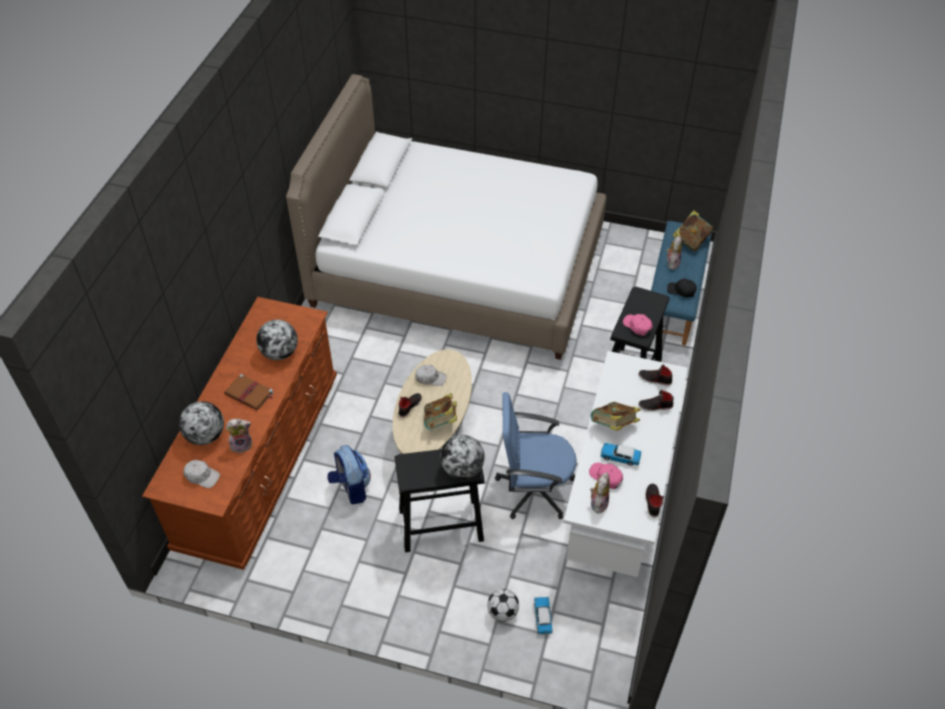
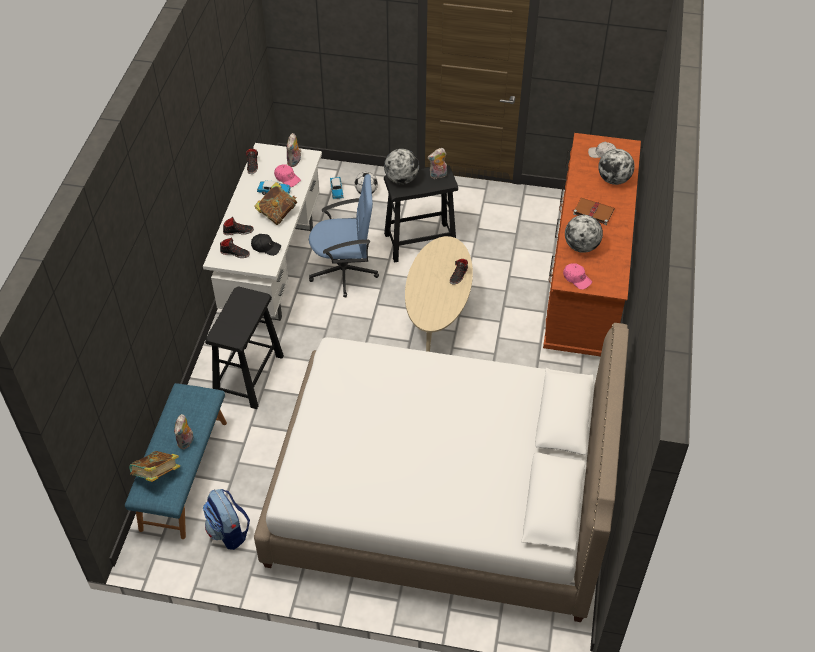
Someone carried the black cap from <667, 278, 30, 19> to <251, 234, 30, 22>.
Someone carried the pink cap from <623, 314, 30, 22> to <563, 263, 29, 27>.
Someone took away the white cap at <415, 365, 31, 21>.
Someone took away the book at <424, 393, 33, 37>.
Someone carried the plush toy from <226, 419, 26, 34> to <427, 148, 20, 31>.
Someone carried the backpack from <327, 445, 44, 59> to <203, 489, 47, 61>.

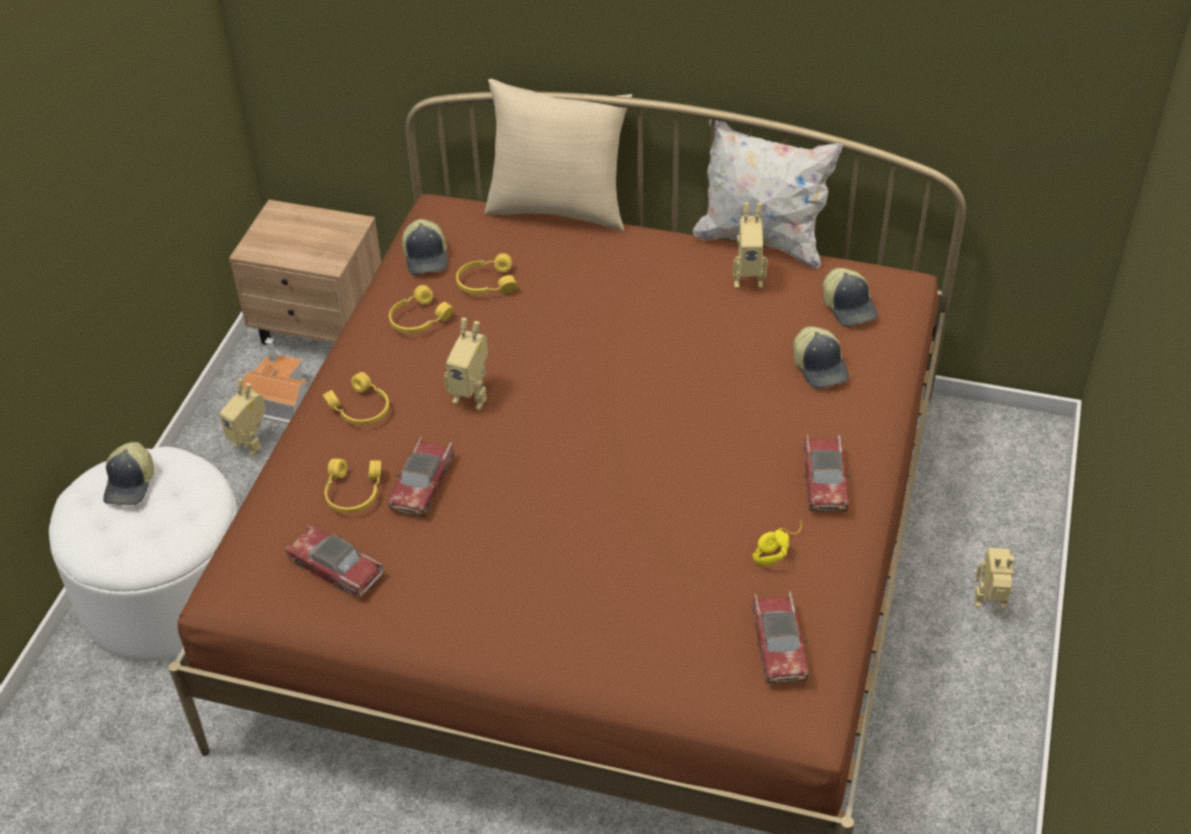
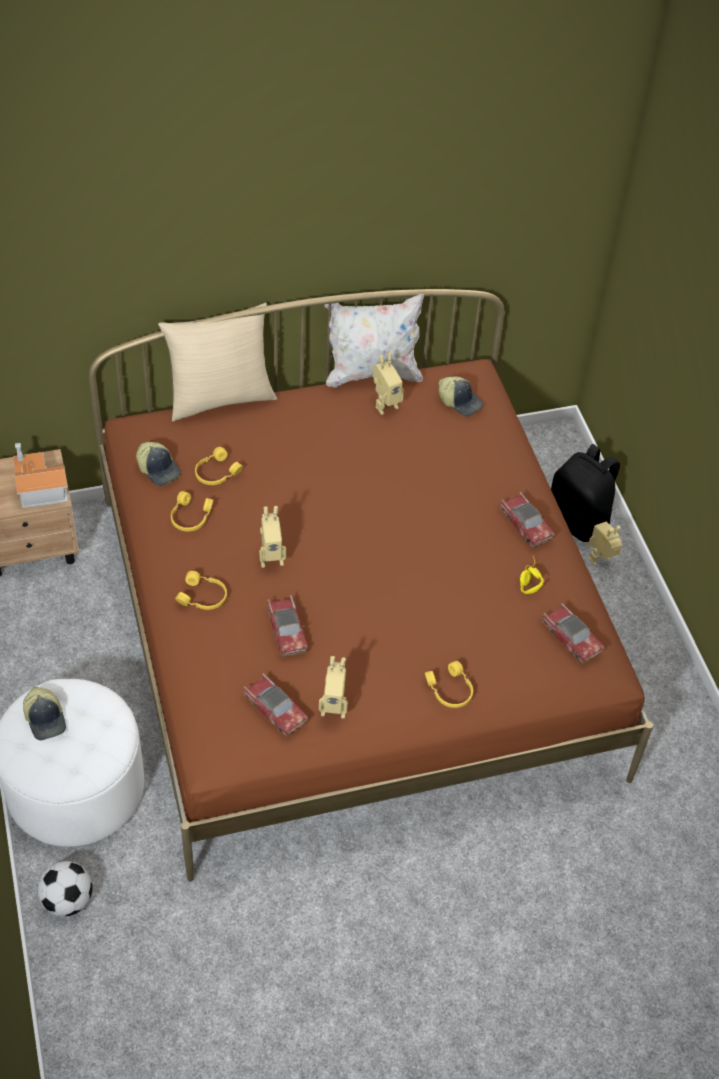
Someone took away the cap at <793, 326, 56, 63>.
Someone carried the toy house from <242, 338, 67, 86> to <13, 443, 55, 65>.
Someone carried the toy robot from <219, 378, 47, 79> to <319, 656, 29, 63>.
Someone carried the yellow headphones from <325, 458, 56, 55> to <425, 661, 48, 47>.
Someone rotated the toy car at <285, 524, 99, 74> by 135 degrees counterclockwise.
Someone put down the black backpack at <551, 444, 69, 98>.
Someone put down the football at <37, 861, 55, 56>.

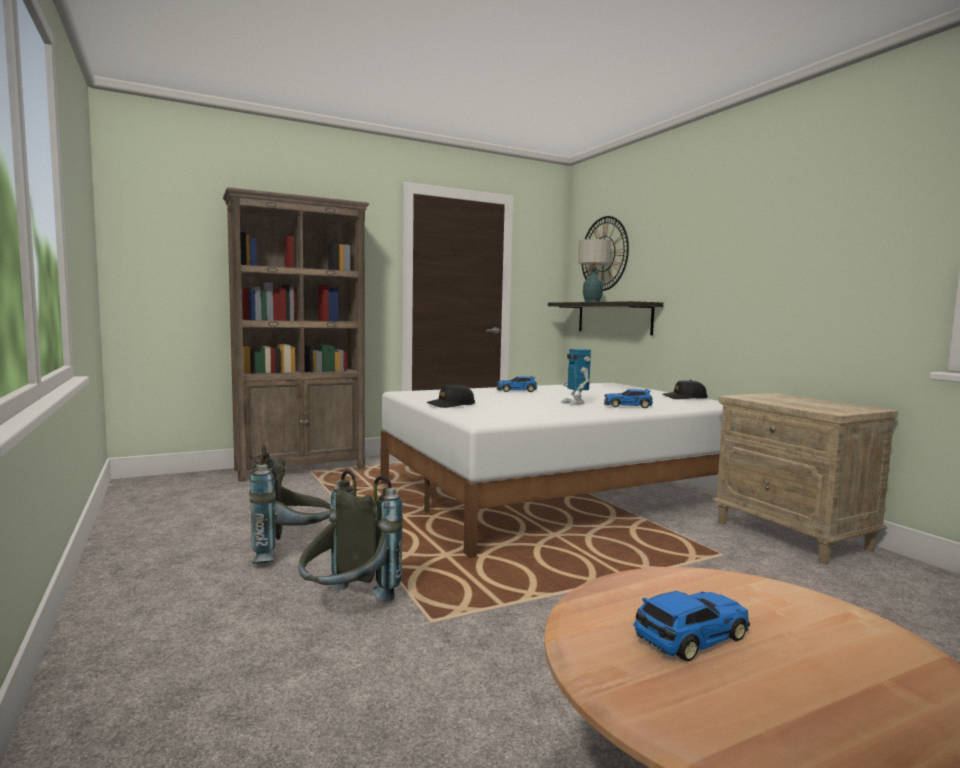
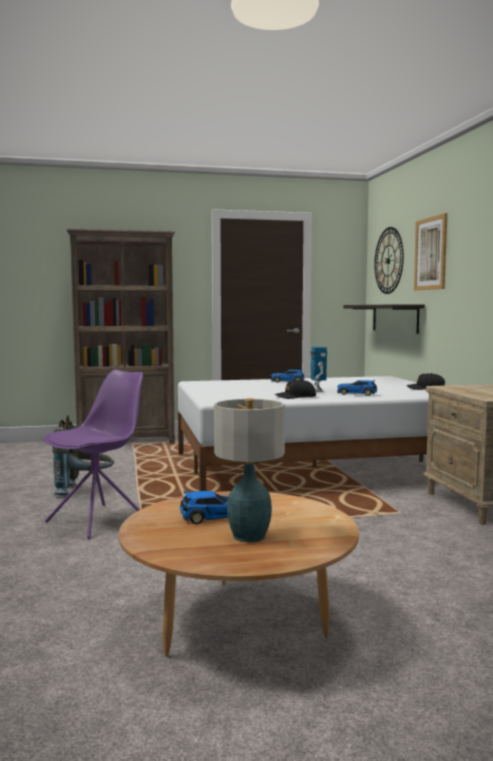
Someone carried the table lamp from <578, 238, 33, 64> to <214, 398, 71, 144>.
Someone carried the black cap from <426, 384, 49, 24> to <275, 379, 41, 20>.
Someone swapped the grey backpack at <298, 470, 105, 132> for the purple chair at <44, 369, 99, 170>.
Someone put up the picture at <414, 213, 33, 77>.

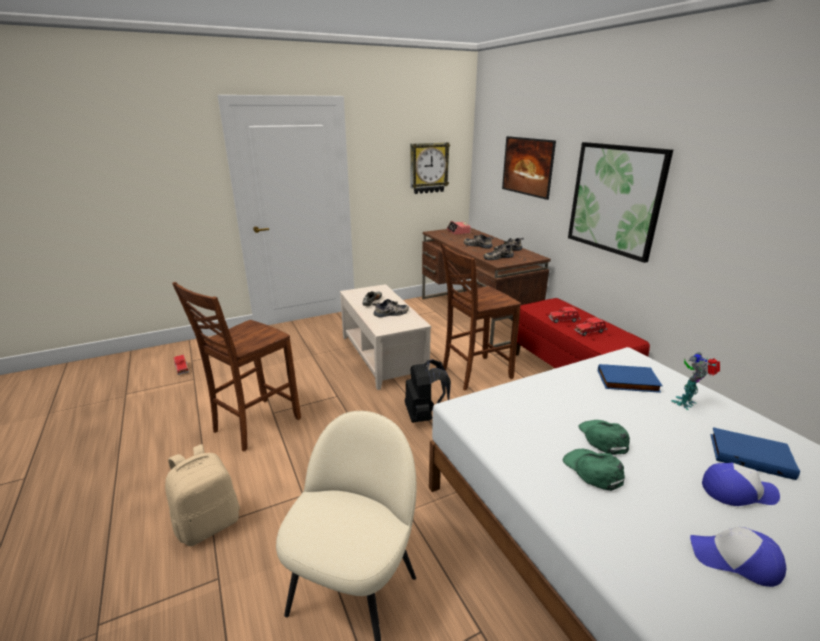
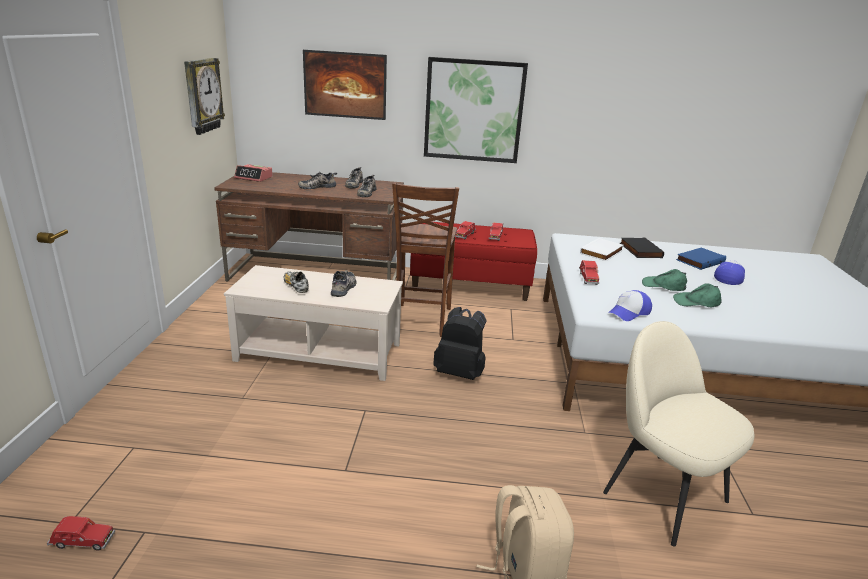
Someone took away the brown chair at <172, 282, 129, 169>.
Someone swapped the toy robot at <671, 352, 49, 58> for the black book at <620, 238, 44, 20>.
Someone repainted the blue book at <598, 364, 65, 29>, which became the white book at <580, 238, 43, 23>.
Someone carried the cap from <690, 527, 96, 60> to <608, 290, 44, 31>.
Someone put down the red toy car at <579, 260, 20, 25>.

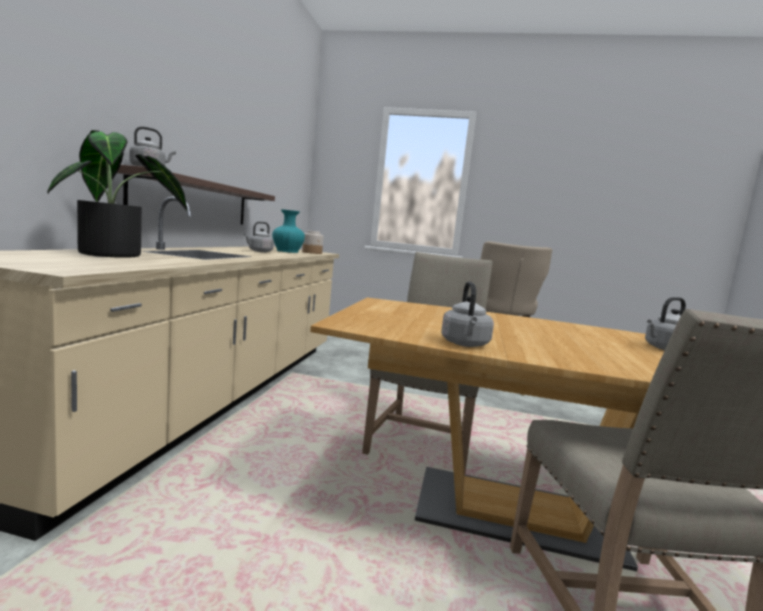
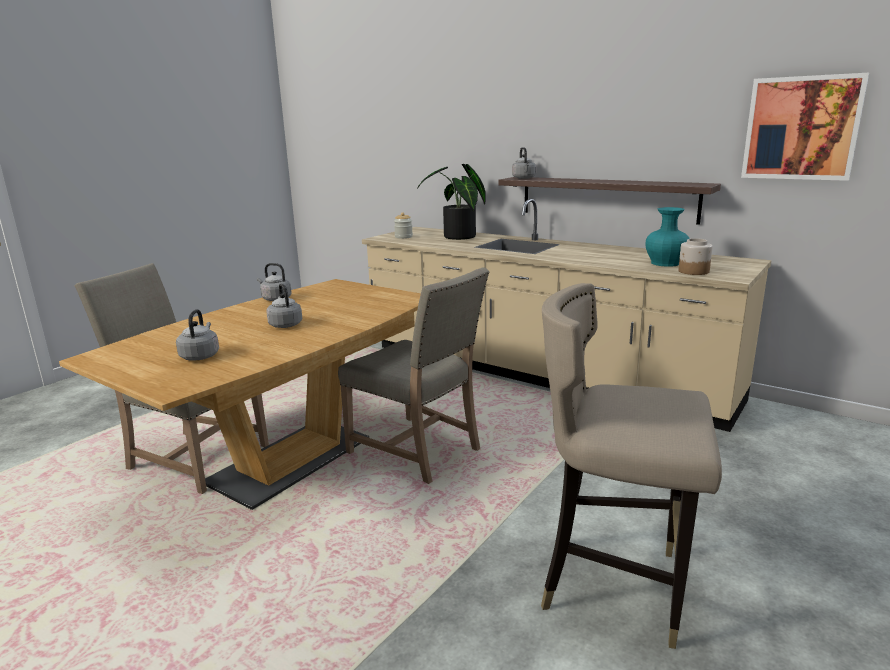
Someone carried the grey kettle from <244, 222, 30, 30> to <266, 283, 36, 45>.
Someone put up the picture at <741, 73, 128, 108>.
Someone put down the jar at <394, 212, 19, 27>.

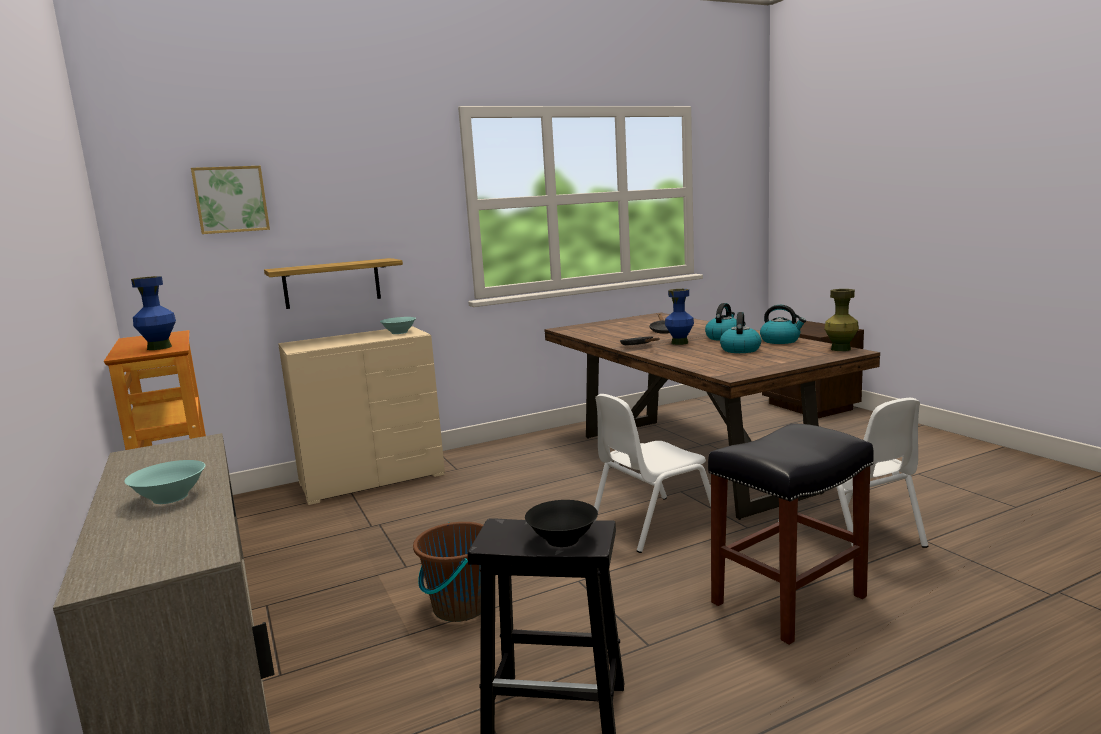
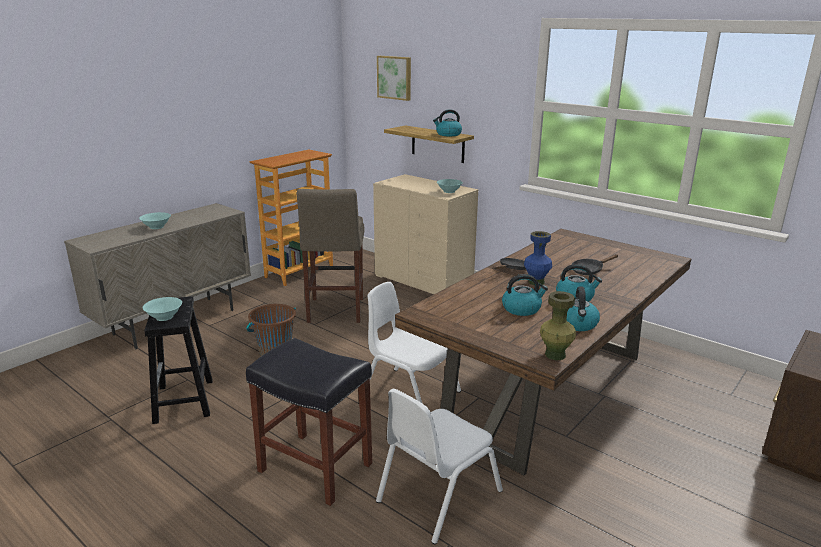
Someone took away the blue vase at <131, 276, 45, 74>.
Someone repainted the black bowl at <525, 500, 73, 47>, which became the turquoise bowl at <142, 297, 40, 24>.
Someone put down the kettle at <433, 109, 29, 27>.
Someone put down the beige stool at <297, 189, 67, 134>.

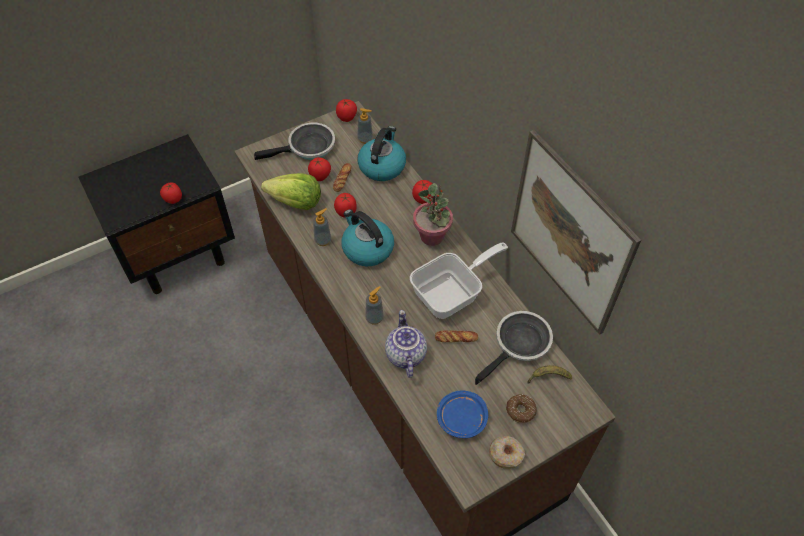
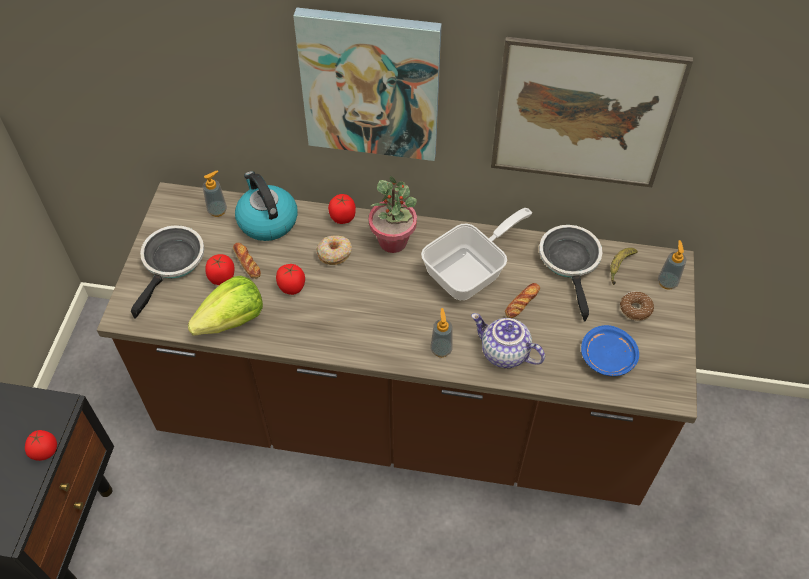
Someone took away the tomato at <336, 99, 21, 23>.
Someone carried the soap dispenser from <313, 208, 18, 38> to <658, 240, 28, 50>.
Someone took away the kettle at <342, 209, 52, 57>.
Someone rotated the frying pan at <410, 243, 98, 76> by 45 degrees clockwise.
Someone carried the donut from <489, 436, 36, 33> to <317, 236, 35, 29>.
Someone put up the picture at <293, 8, 149, 153>.

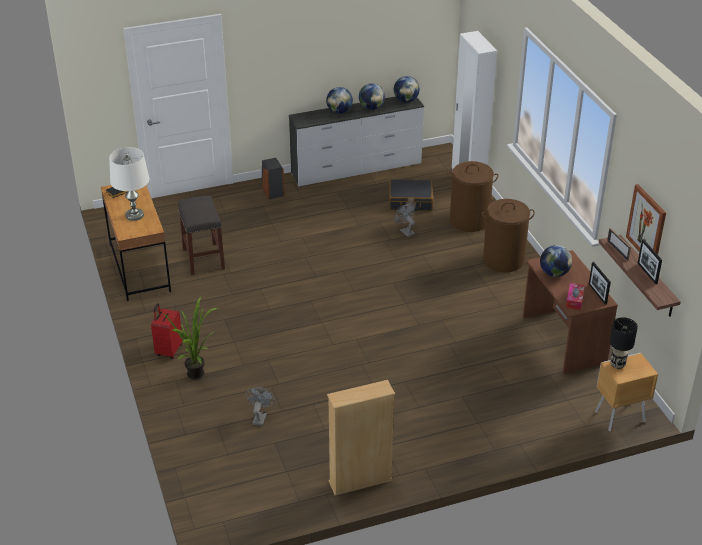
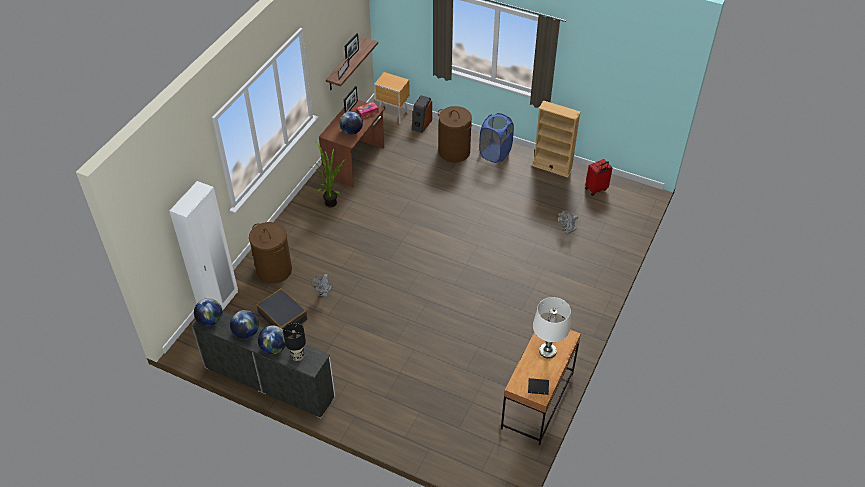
Someone carried the speaker from <262, 158, 23, 42> to <412, 95, 20, 38>.
Someone took away the picture at <626, 184, 40, 71>.
Someone took away the grey stool at <178, 196, 47, 79>.
Someone carried the brown laundry basket from <482, 199, 53, 74> to <438, 106, 34, 57>.
Someone carried the potted plant from <162, 297, 57, 83> to <308, 142, 37, 66>.
Someone carried the red suitcase from <151, 303, 31, 56> to <585, 159, 28, 37>.
Someone carried the black table lamp from <610, 317, 28, 52> to <283, 322, 23, 39>.
Someone put down the blue laundry basket at <479, 113, 35, 50>.

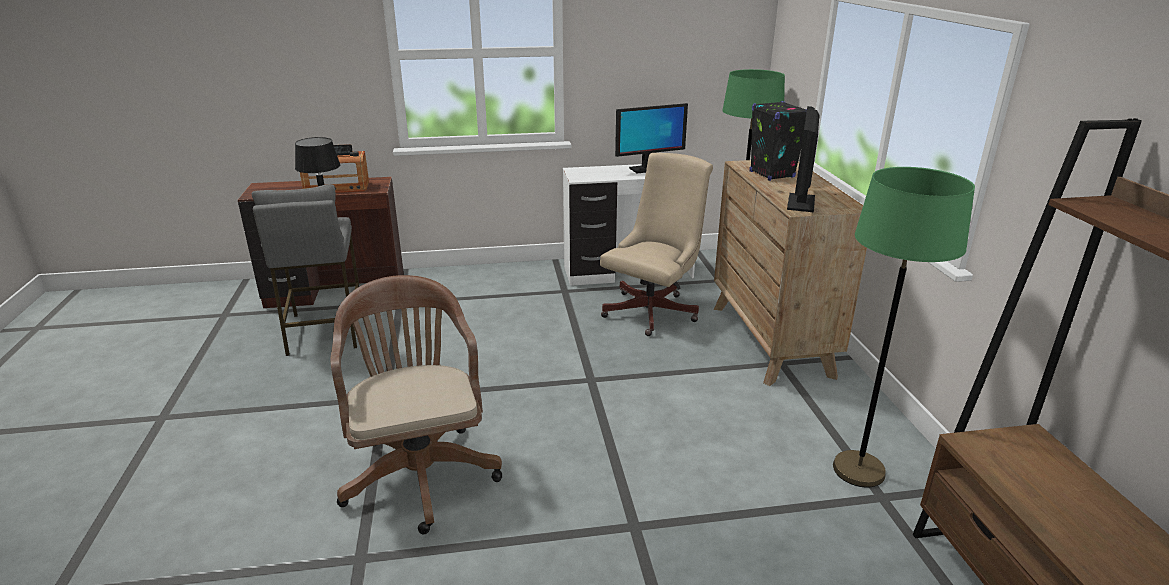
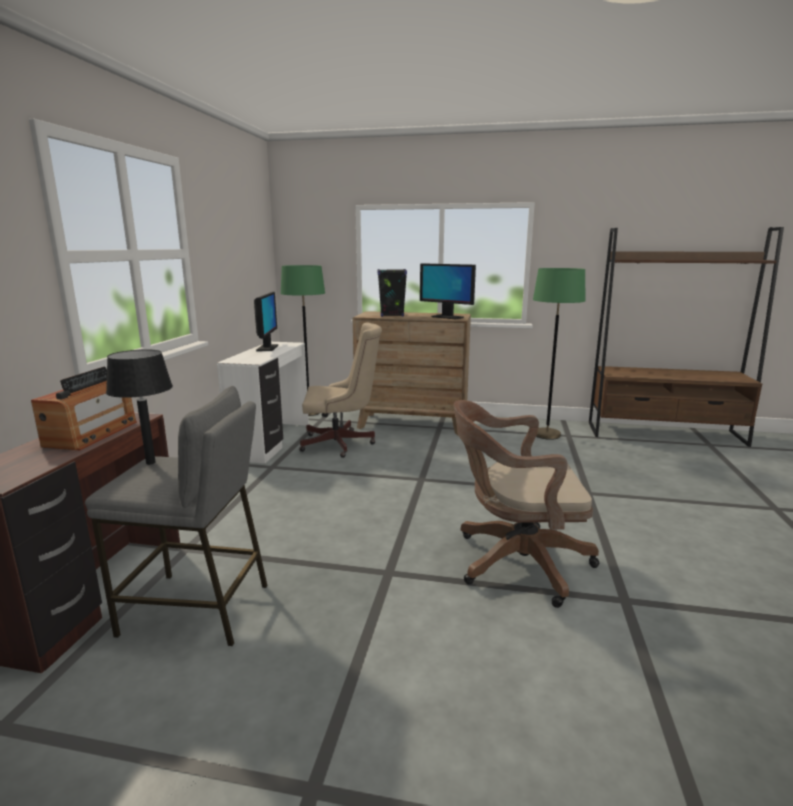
Someone rotated the beige office chair at <600, 153, 113, 183> by 120 degrees clockwise.

